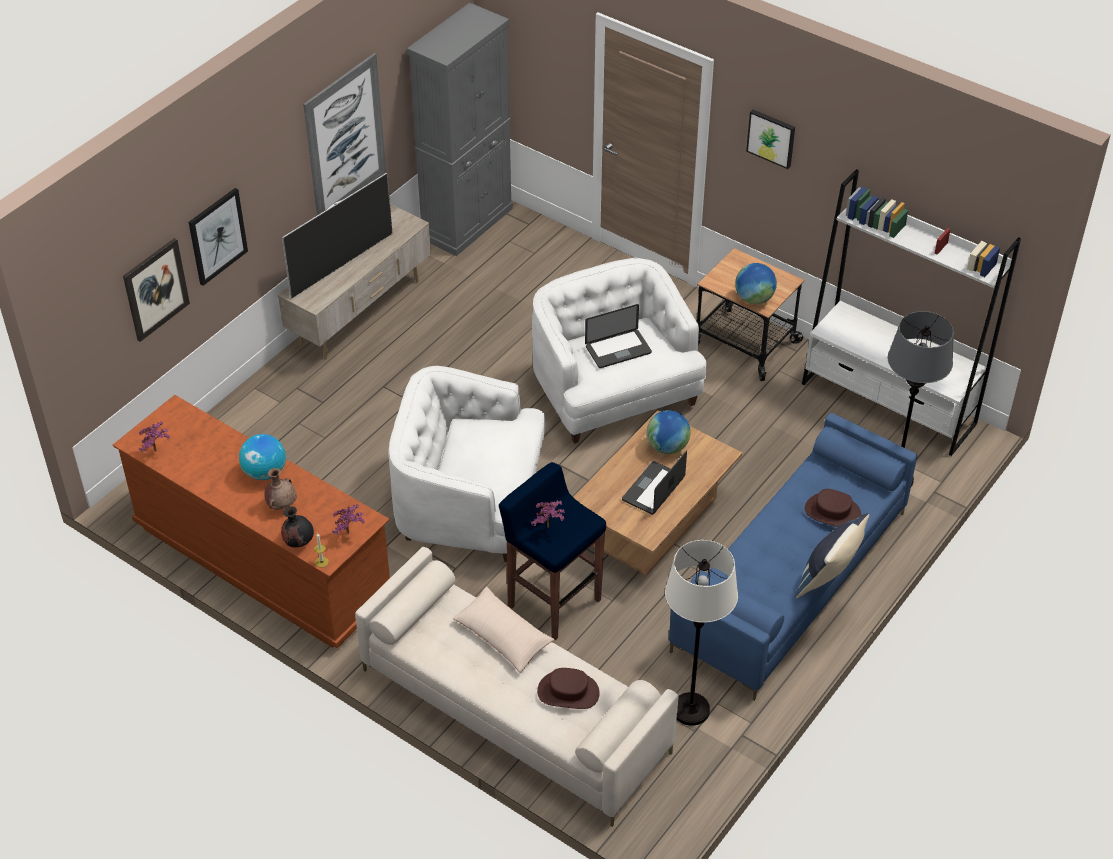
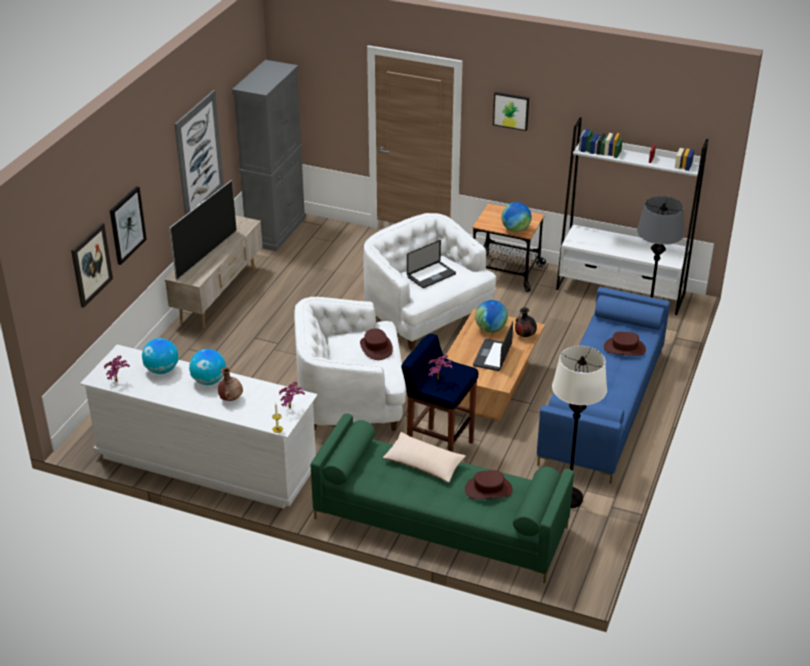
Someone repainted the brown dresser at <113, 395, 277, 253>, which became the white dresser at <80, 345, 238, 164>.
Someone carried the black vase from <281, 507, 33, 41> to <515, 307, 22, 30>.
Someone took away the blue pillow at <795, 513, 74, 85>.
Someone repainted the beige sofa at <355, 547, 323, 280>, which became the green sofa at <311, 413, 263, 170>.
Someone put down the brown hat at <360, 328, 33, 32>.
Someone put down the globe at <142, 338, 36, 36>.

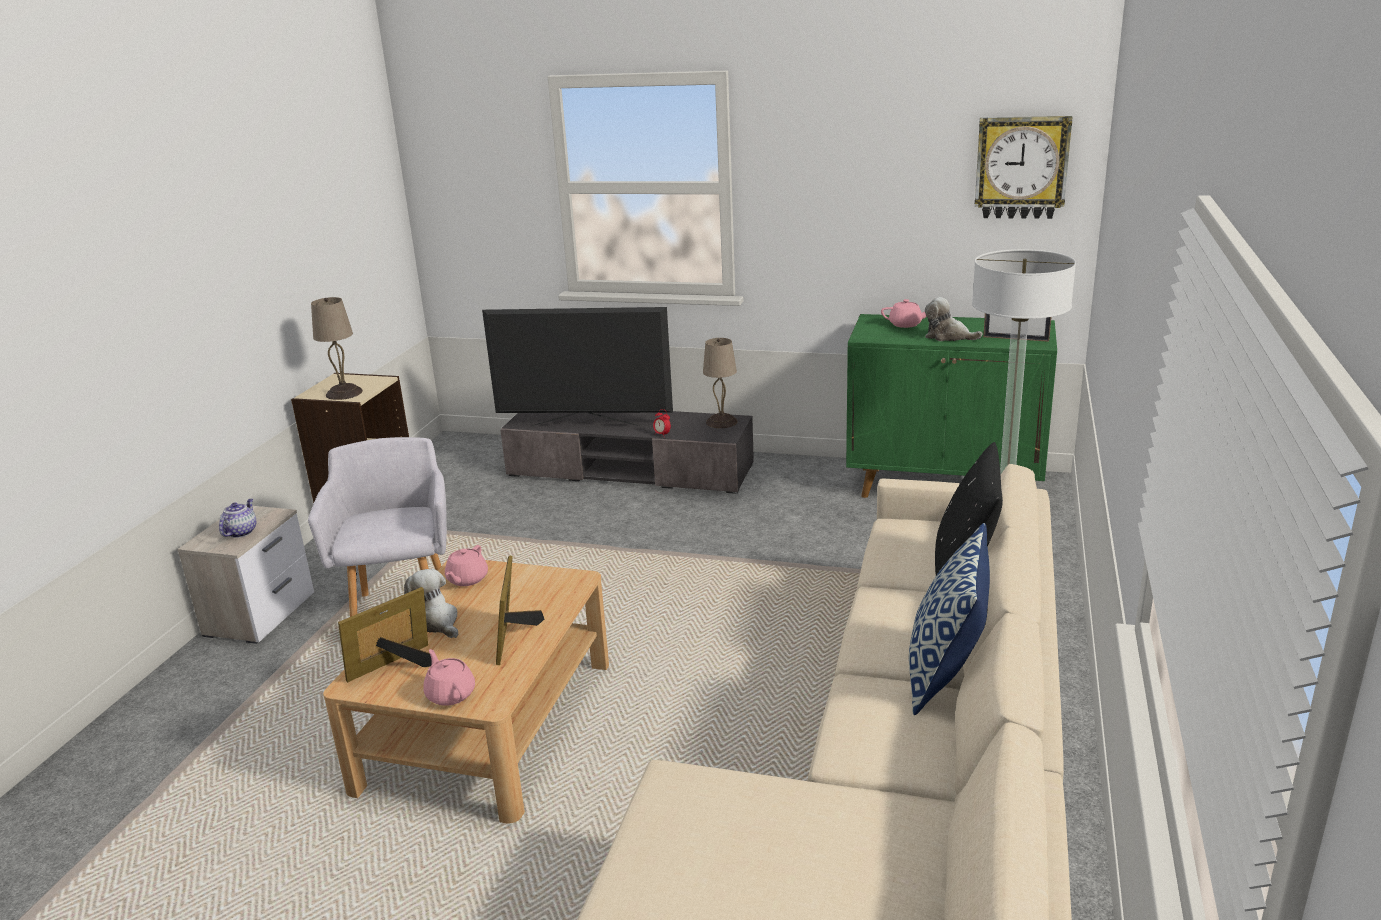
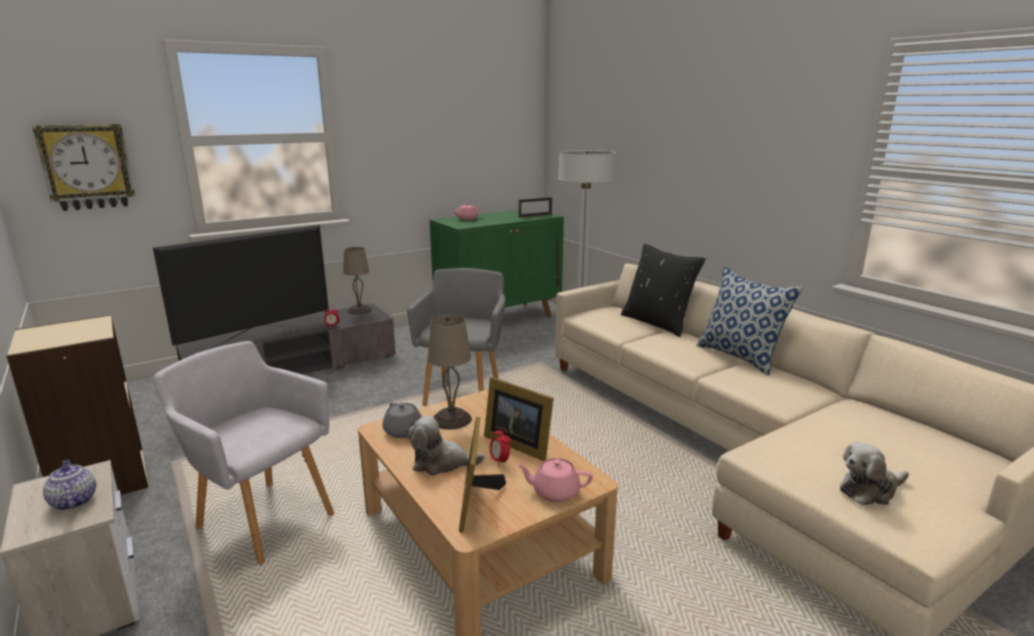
Someone carried the wall clock from <975, 116, 97, 103> to <32, 124, 103, 87>.
Someone carried the beige table lamp from <311, 297, 52, 103> to <428, 315, 44, 115>.
Someone carried the plush toy from <925, 297, 58, 44> to <840, 442, 69, 63>.
Someone repainted the pink teapot at <445, 545, 43, 41>, which became the grey teapot at <383, 402, 39, 36>.
Someone put down the grey armchair at <407, 268, 98, 138>.
Someone put down the alarm clock at <490, 427, 21, 40>.

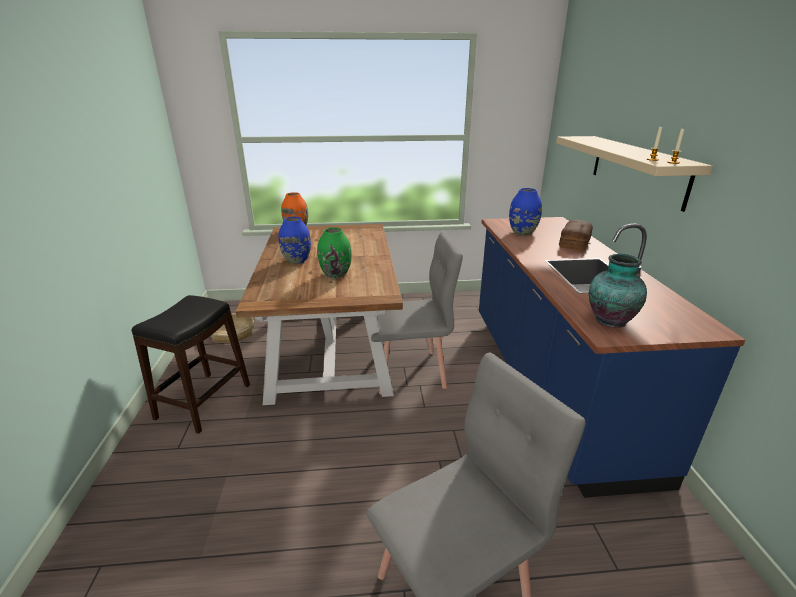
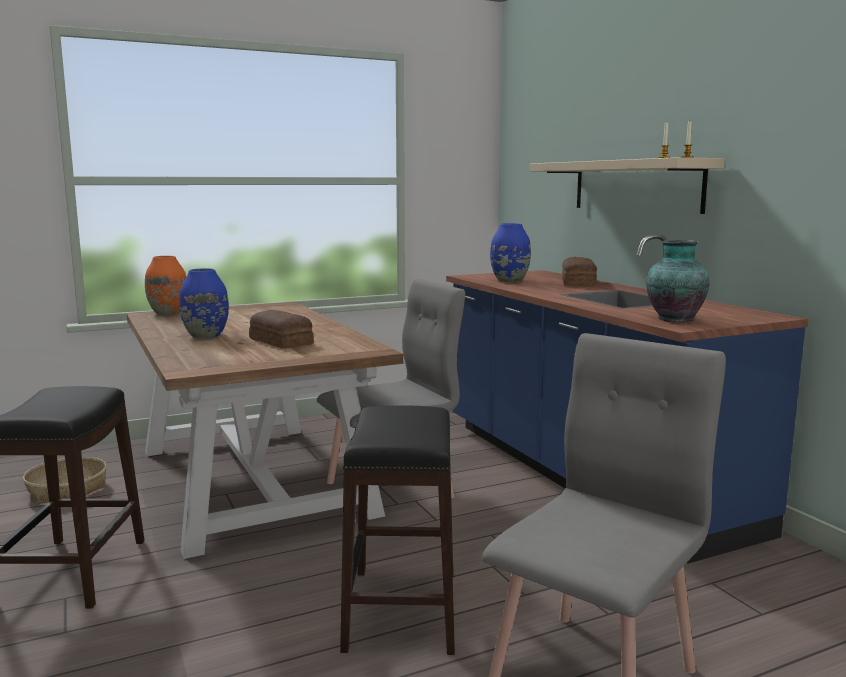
Someone swapped the green vase at <317, 228, 35, 50> for the bread at <249, 310, 65, 39>.
Someone put down the black stool at <340, 405, 115, 250>.

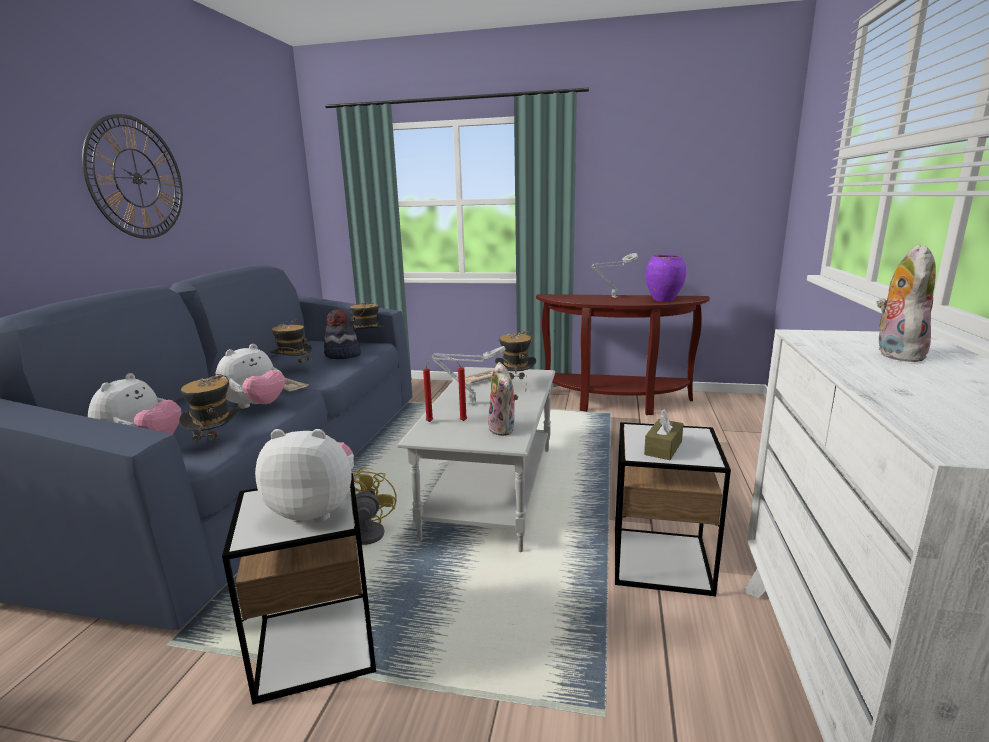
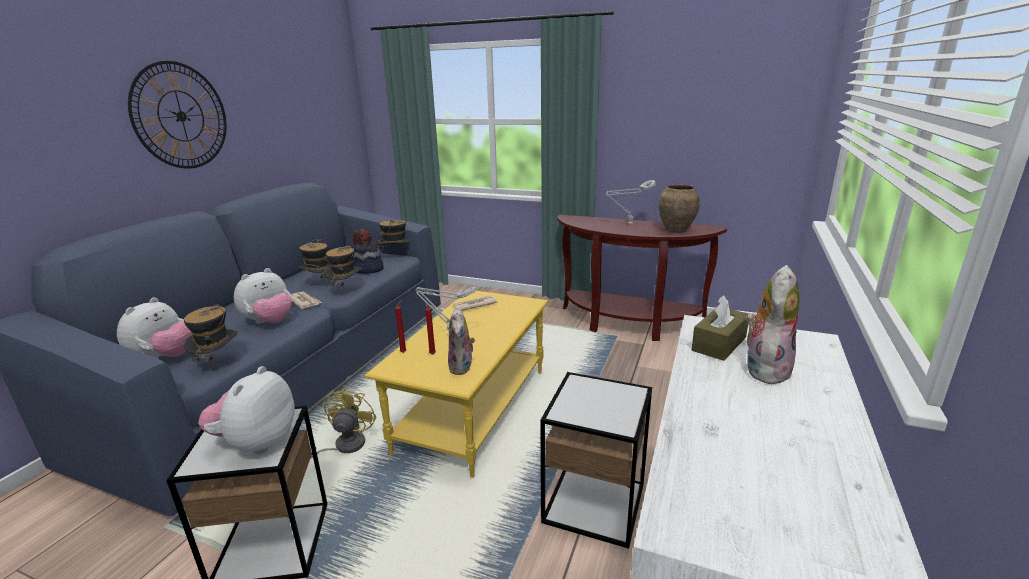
Someone repainted the purple vase at <646, 255, 40, 47>, which became the brown vase at <659, 184, 41, 49>.
Someone carried the hat from <495, 331, 41, 48> to <324, 245, 38, 50>.
Someone repainted the grey coffee table at <397, 367, 158, 185>, which became the yellow coffee table at <364, 291, 184, 187>.
Someone carried the brown tissue box from <644, 410, 39, 50> to <691, 295, 57, 66>.
Someone rotated the plush toy at <255, 429, 99, 93> by 90 degrees counterclockwise.

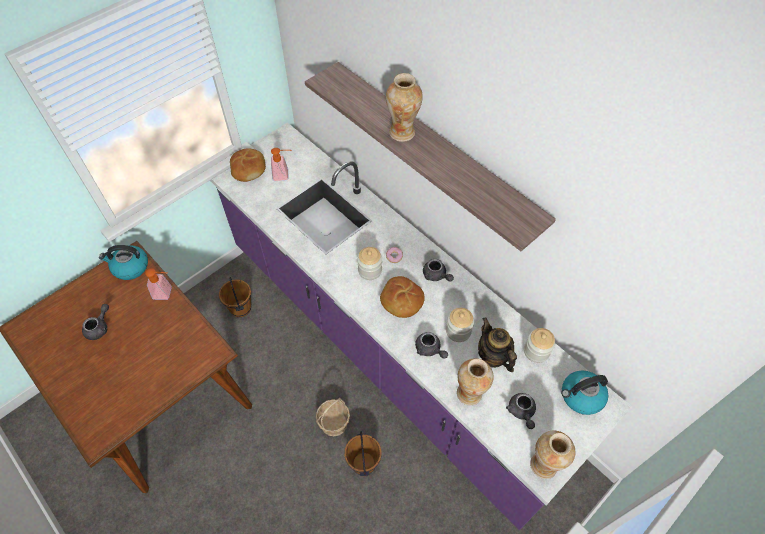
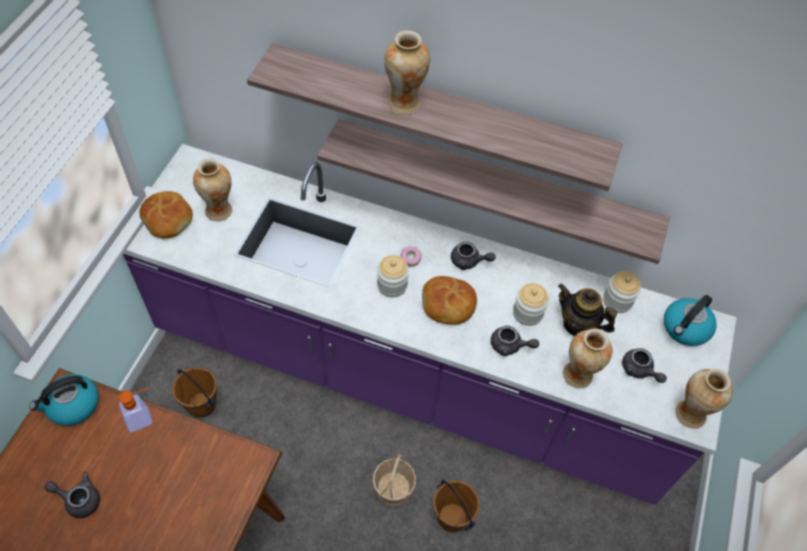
Someone swapped the soap dispenser at <271, 148, 20, 33> for the vase at <193, 158, 39, 63>.
Someone rotated the grey teapot at <82, 304, 27, 36> by 75 degrees counterclockwise.
Someone put up the shelf at <317, 119, 353, 145>.

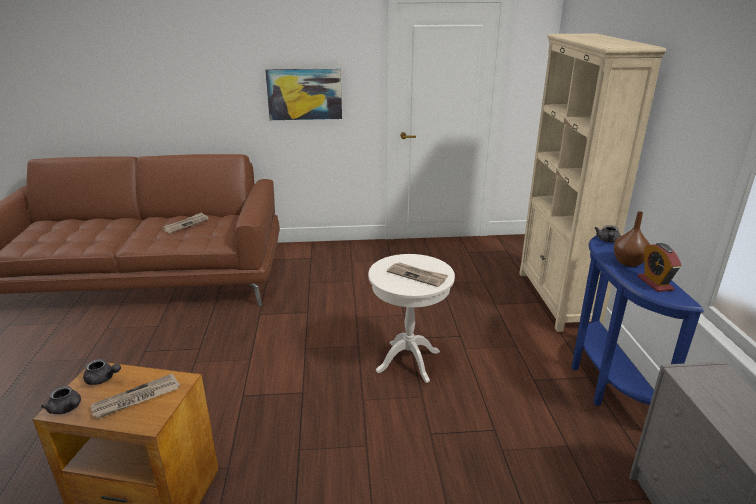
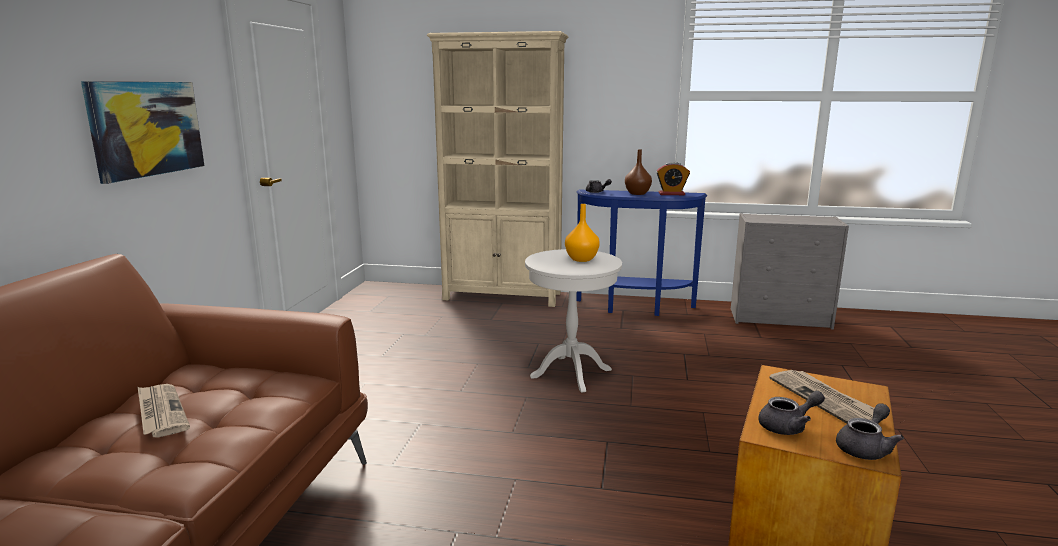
Someone swapped the newspaper at <387, 262, 61, 25> for the orange vase at <565, 204, 35, 58>.
Someone rotated the grey teapot at <83, 359, 38, 26> by 45 degrees clockwise.

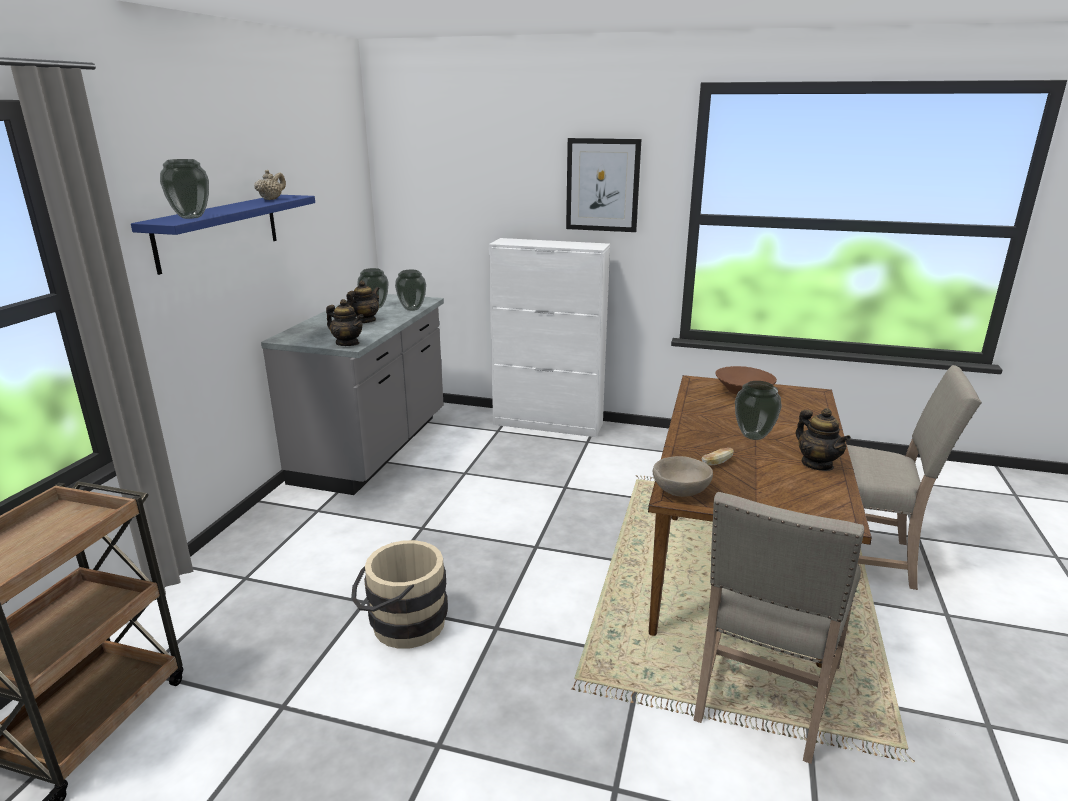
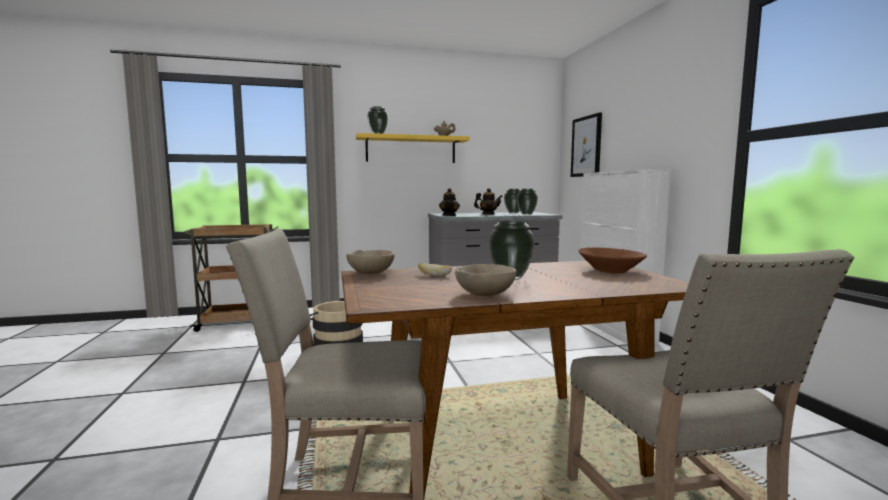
Someone carried the picture from <566, 138, 75, 94> to <571, 113, 31, 64>.
Someone repainted the blue shelf at <131, 195, 184, 80>, which became the yellow shelf at <356, 133, 114, 30>.
Someone swapped the teapot at <796, 408, 55, 63> for the beige bowl at <455, 264, 61, 32>.

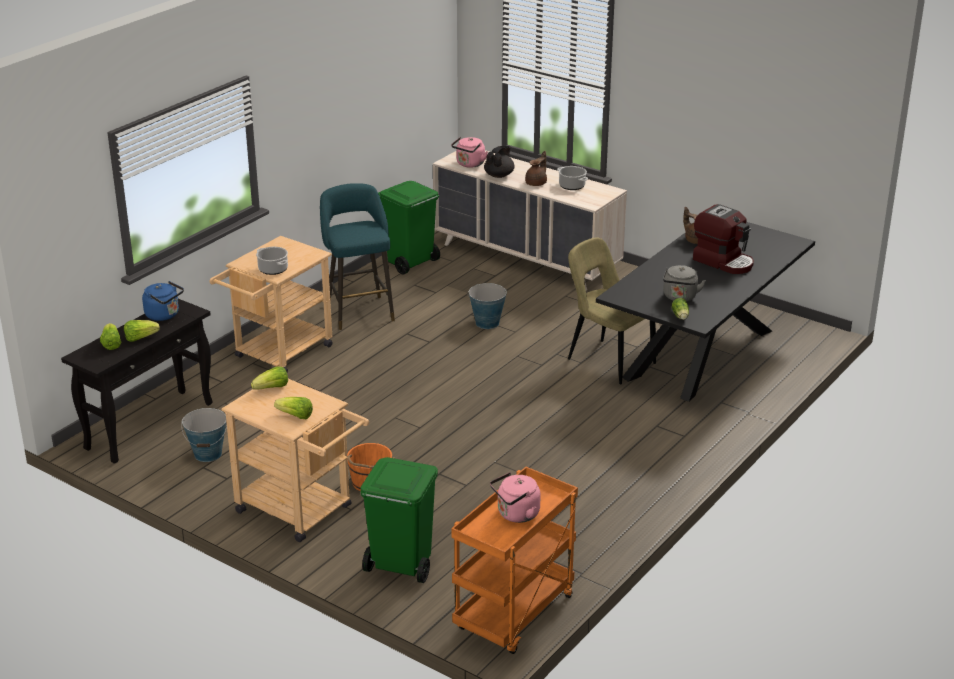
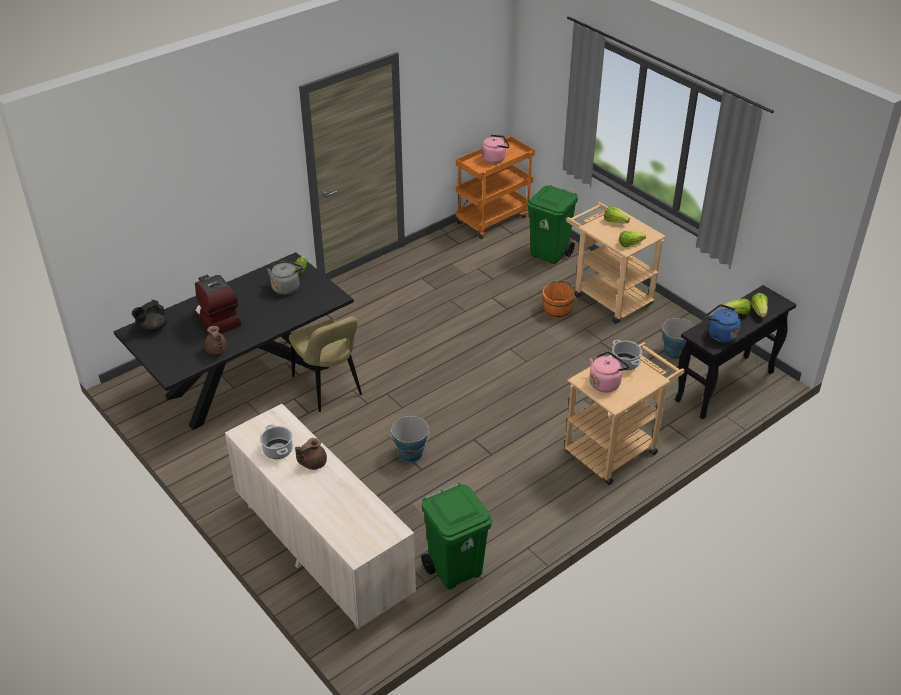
Someone carried the pink kettle from <451, 137, 37, 31> to <589, 351, 40, 41>.
Someone carried the black teapot from <484, 146, 31, 32> to <132, 300, 35, 32>.
Someone took away the turquoise stool at <320, 183, 75, 147>.

